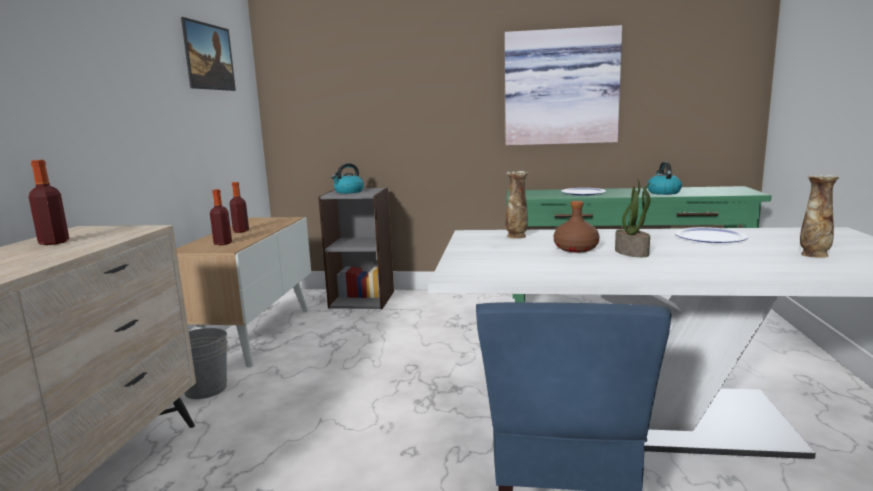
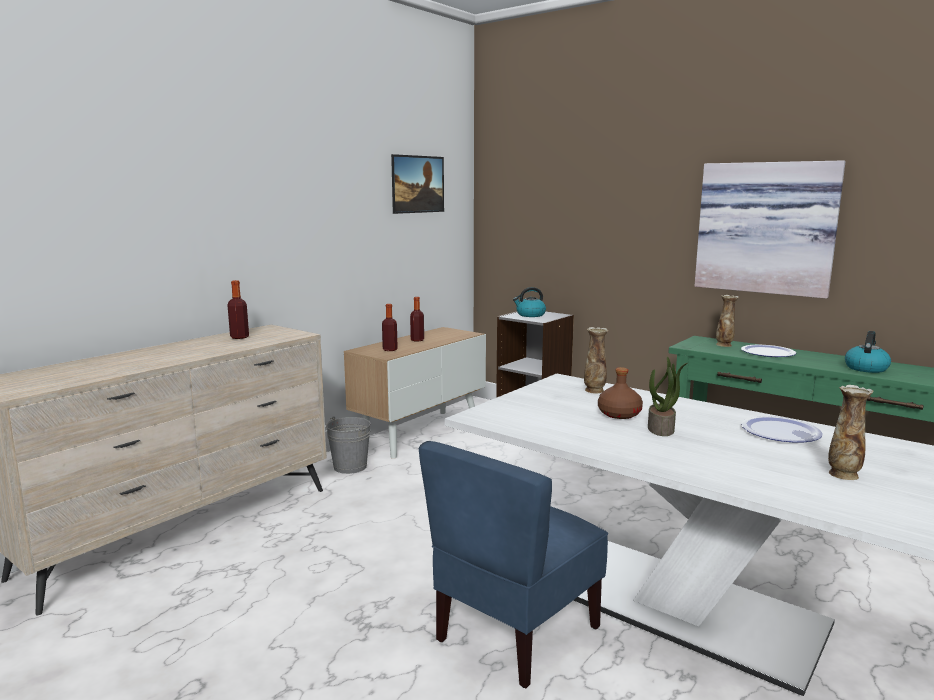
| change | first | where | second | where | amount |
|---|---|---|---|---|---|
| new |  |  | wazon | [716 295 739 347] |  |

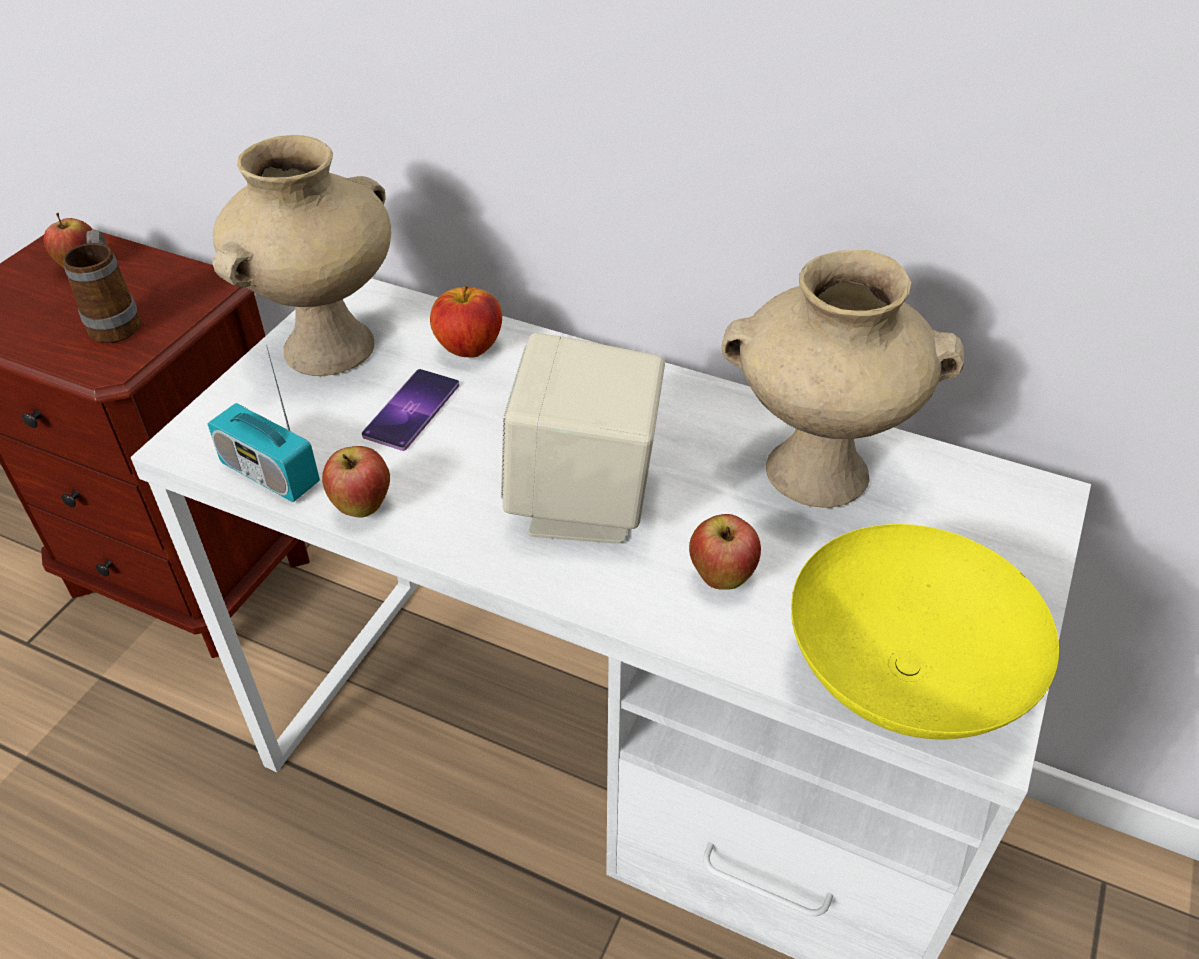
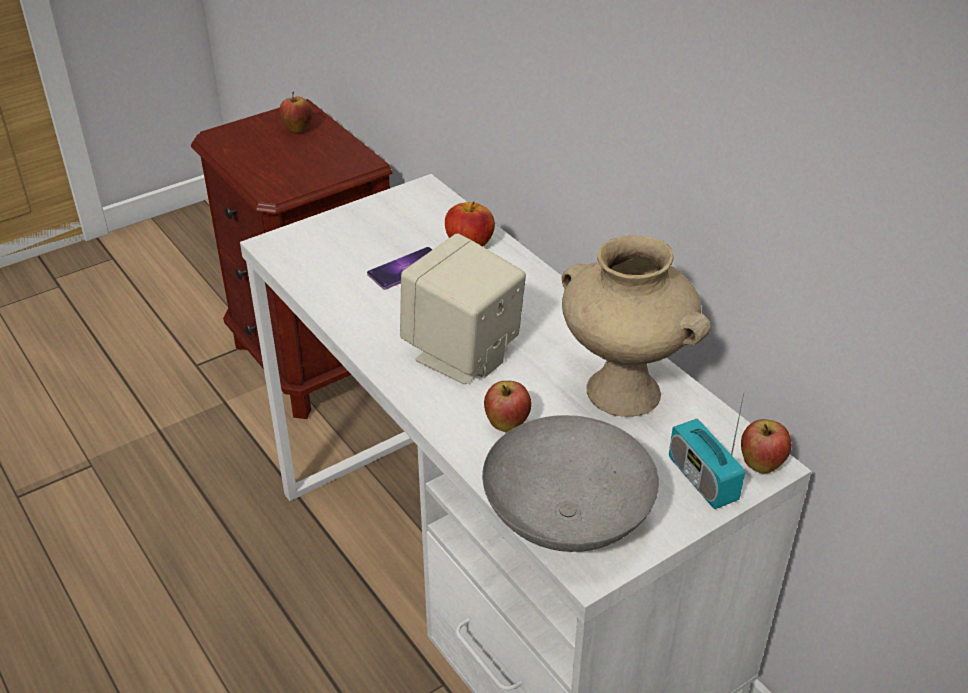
| change | first | where | second | where | amount |
|---|---|---|---|---|---|
| repainted | miska [żółty] | [791 524 1059 739] | miska [szary] | [482 415 659 552] |  |
| shifted | radio | [208 345 320 502] |  | [669 394 745 509] |  |
| shifted | jabłko | [322 446 390 518] |  | [741 419 792 473] |  |
| gone | kubek | [63 230 141 343] |  |  |  |
| gone | wazon [beżowy] | [212 135 391 376] |  |  |  |

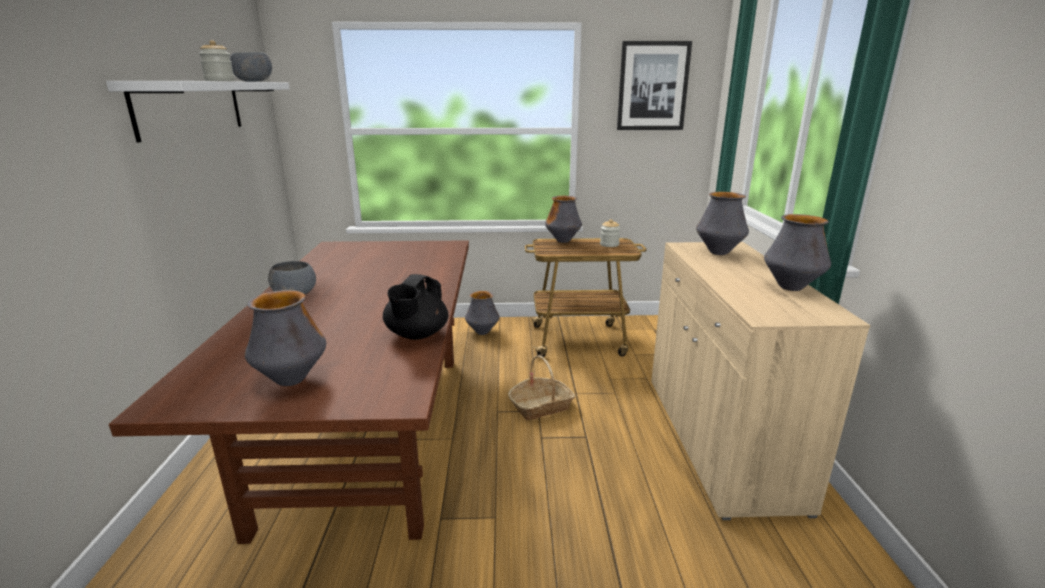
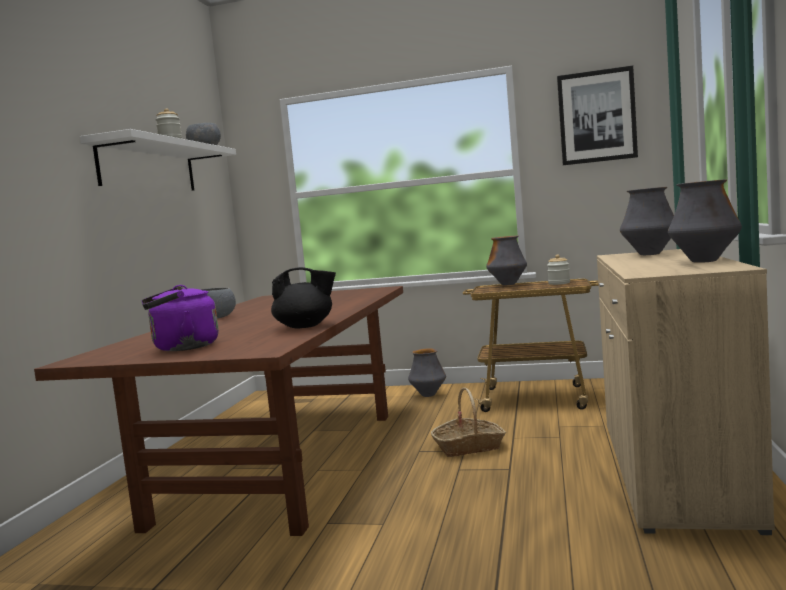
| change | first | where | second | where | amount |
|---|---|---|---|---|---|
| swapped | wazon | [245 290 326 386] | czajnik [fioletowy] | [141 285 219 351] |  |
| rotated | imbryk [czarny] | [383 274 448 340] |  | [271 267 336 329] | 120 degrees counterclockwise |

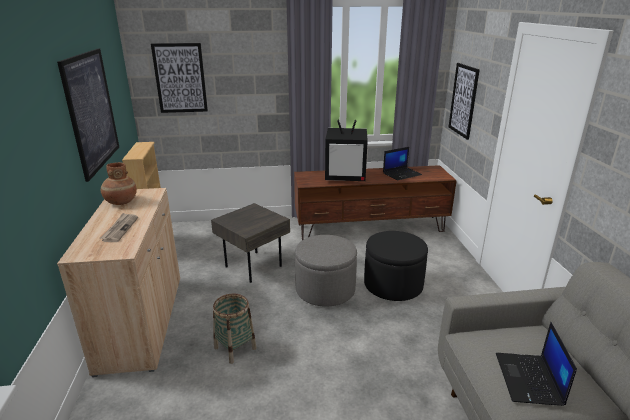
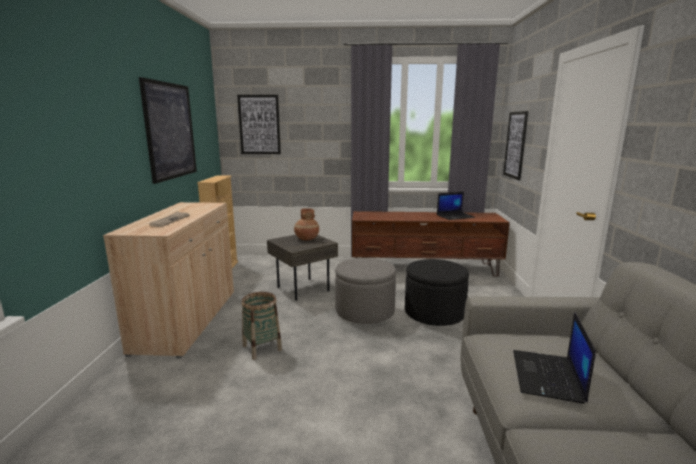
| change | first | where | second | where | amount |
|---|---|---|---|---|---|
| shifted | wazon [brązowy] | [101 162 137 205] |  | [294 208 319 240] |  |
| gone | telewizor | [325 120 368 181] |  |  |  |

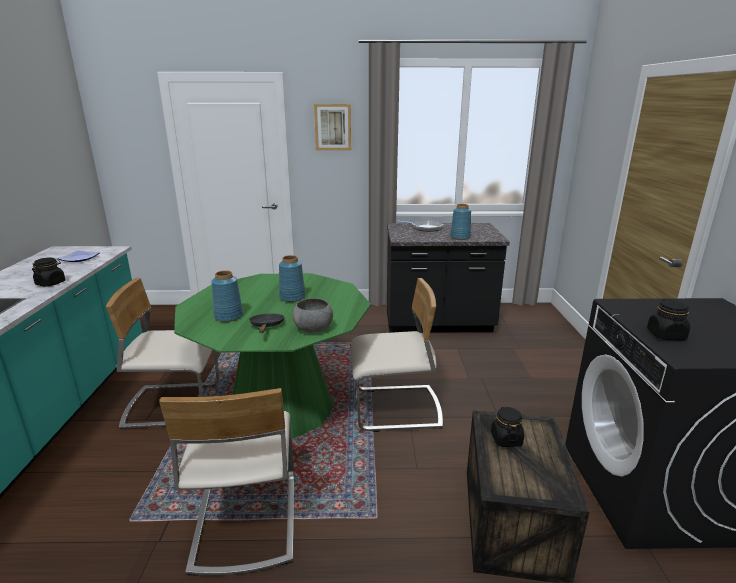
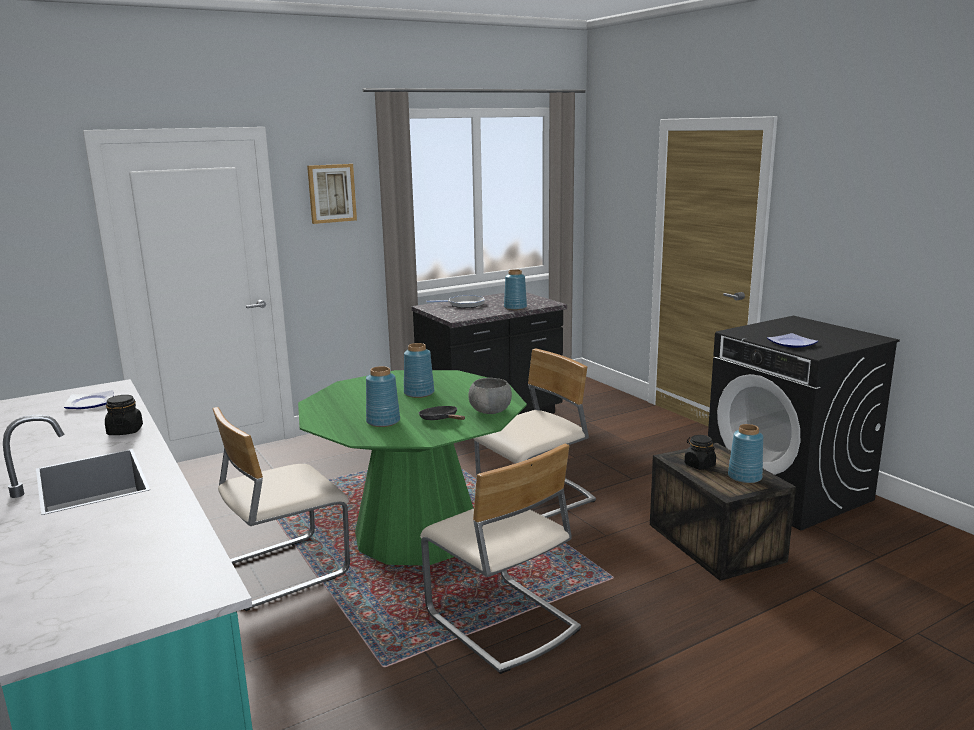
| change | first | where | second | where | amount |
|---|---|---|---|---|---|
| new |  |  | wazon [niebieski] | [728 424 763 484] |  |
| swapped | słoik [czarny] | [647 299 690 340] | talerz | [767 333 818 348] |  |

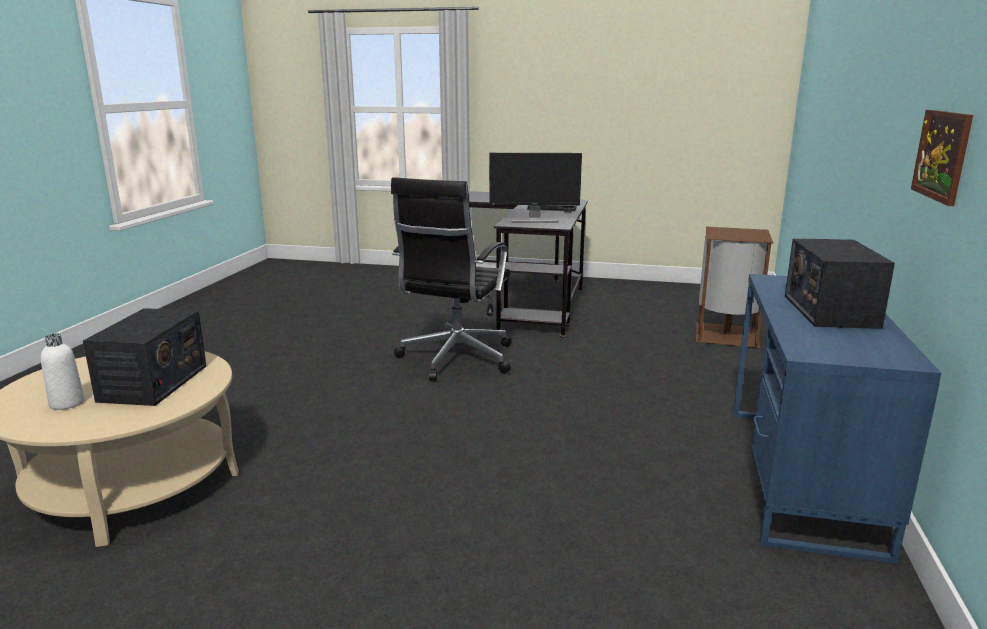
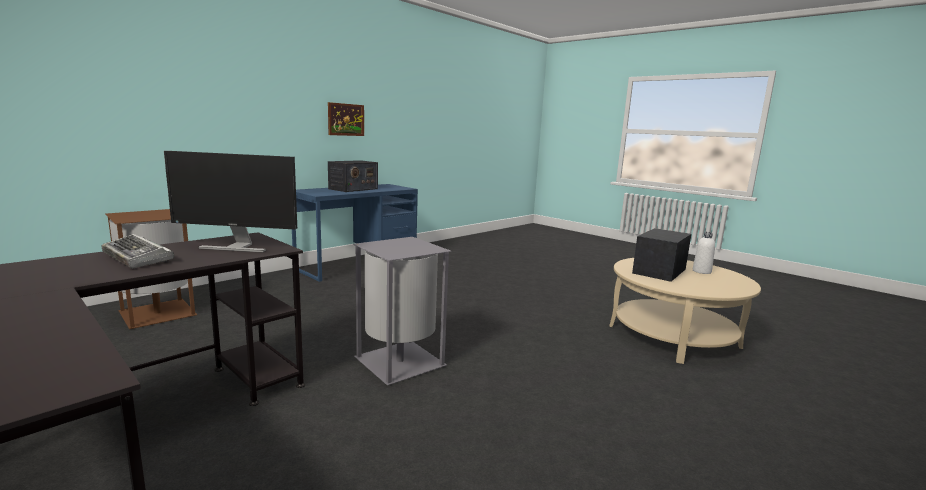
| change | first | where | second | where | amount |
|---|---|---|---|---|---|
| rotated | monitor | [489 153 582 223] |  | [164 151 297 253] | 150 degrees clockwise |
| swapped | krzesło biurowe [czarny] | [391 177 512 381] | kosz na śmieci [szary] | [353 237 452 386] |  |

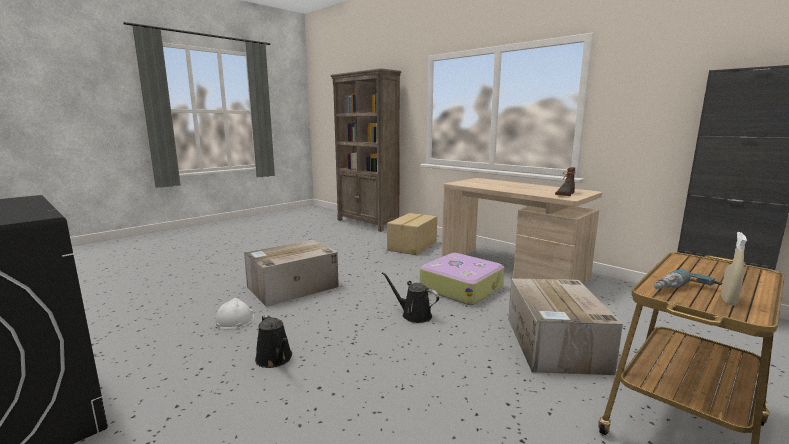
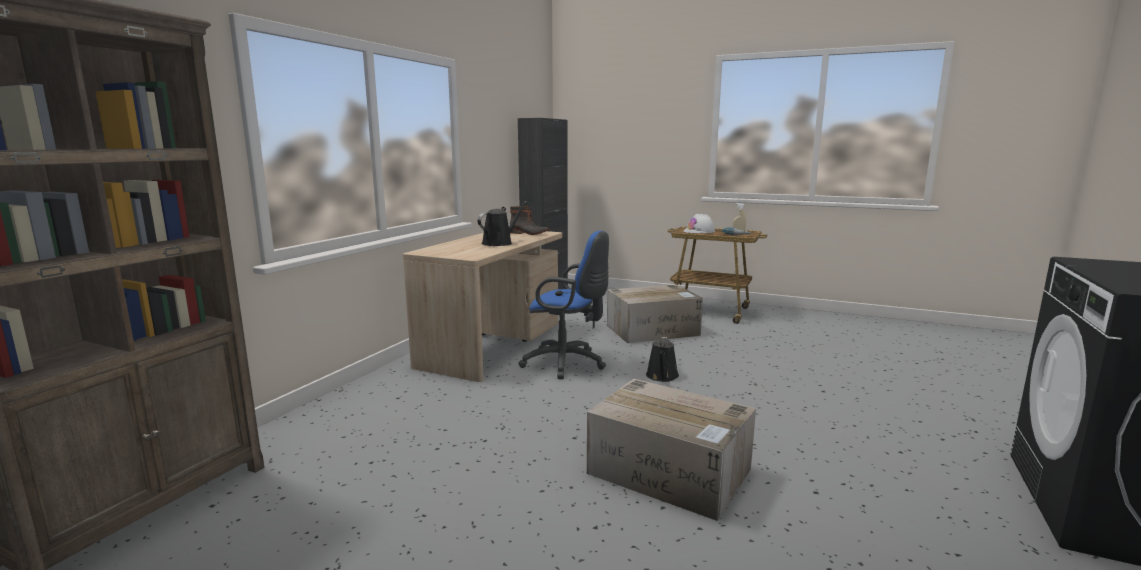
| change | first | where | second | where | amount |
|---|---|---|---|---|---|
| shifted | konewka [czarny] | [255 314 292 368] |  | [478 201 527 246] |  |
| swapped | walizka | [420 253 504 305] | krzesło biurowe [niebieski] | [519 231 609 379] |  |
| shifted | kask [biały] | [215 298 255 330] |  | [684 214 715 233] |  |
| gone | karton | [387 213 437 255] |  |  |  |

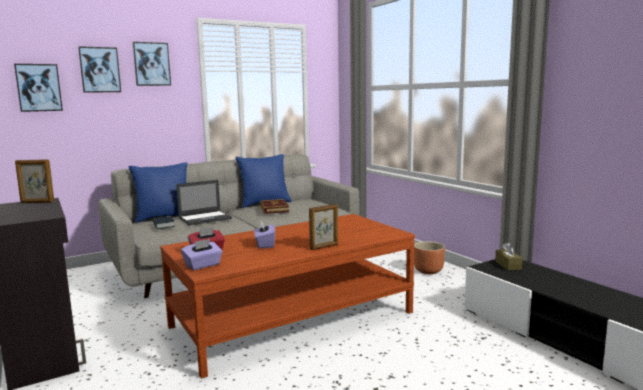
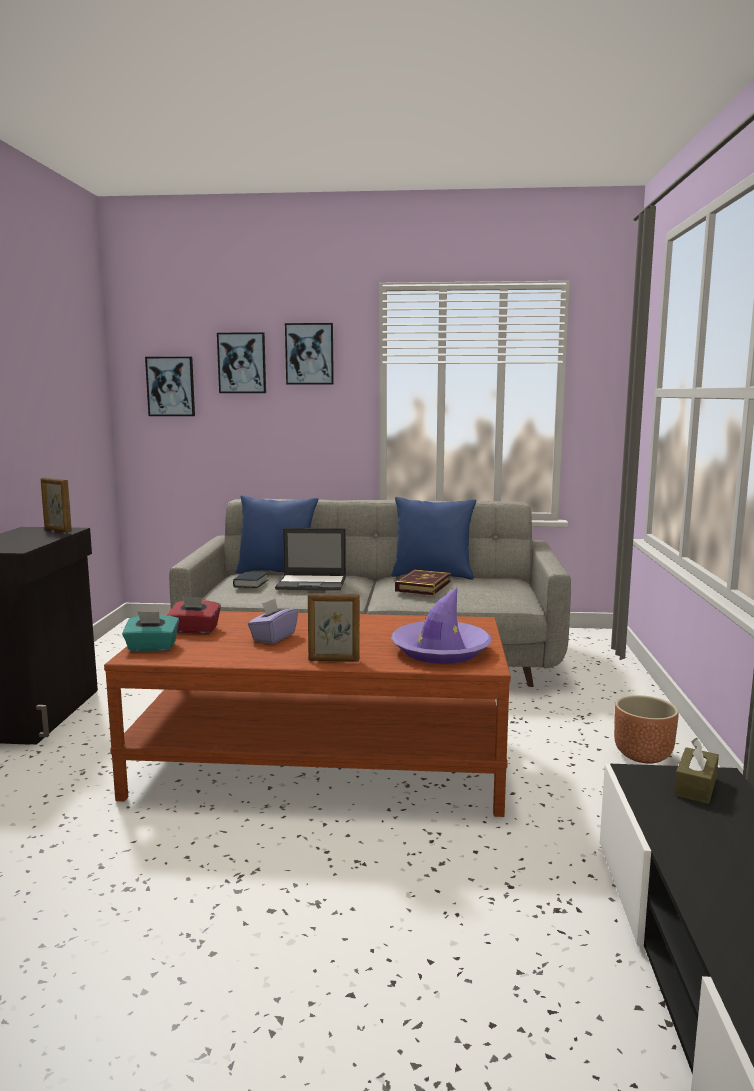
| change | first | where | second | where | amount |
|---|---|---|---|---|---|
| repainted | pudełko chusteczek [fioletowy] | [181 239 223 270] | pudełko chusteczek [turkusowy] | [122 611 179 651] |  |
| new |  |  | kapelusz [fioletowy] | [391 588 492 664] |  |

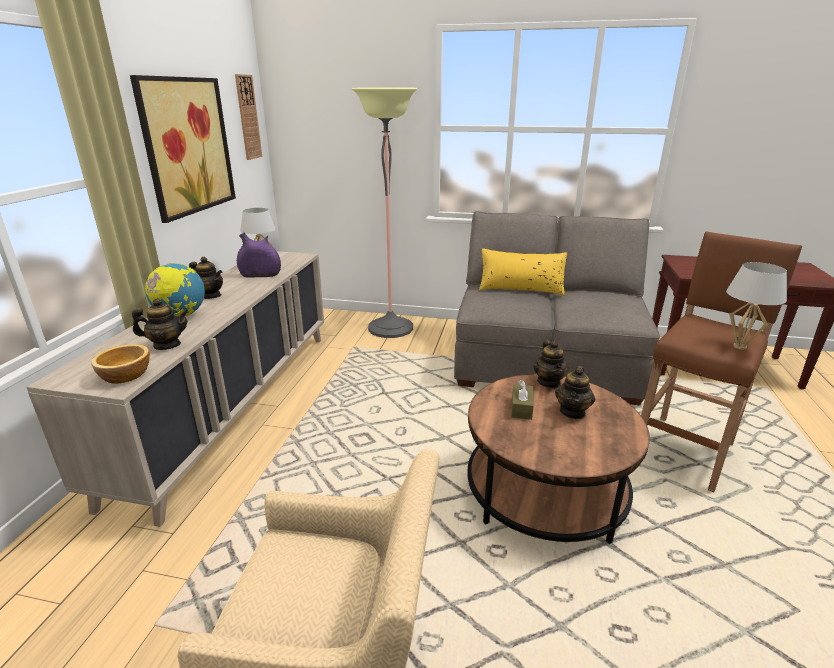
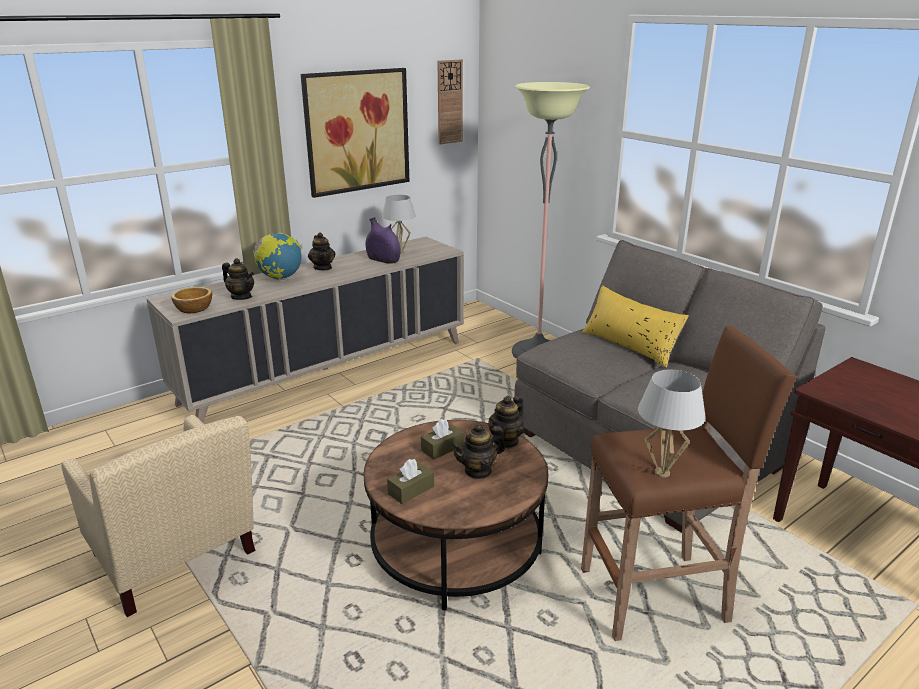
| change | first | where | second | where | amount |
|---|---|---|---|---|---|
| new |  |  | pudełko chusteczek [brązowy] | [387 459 434 504] |  |

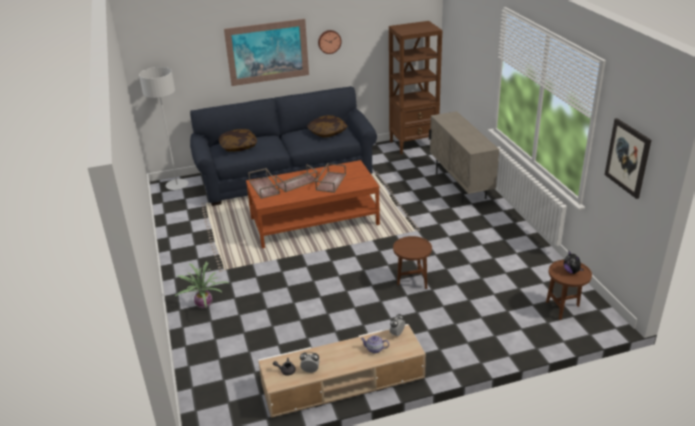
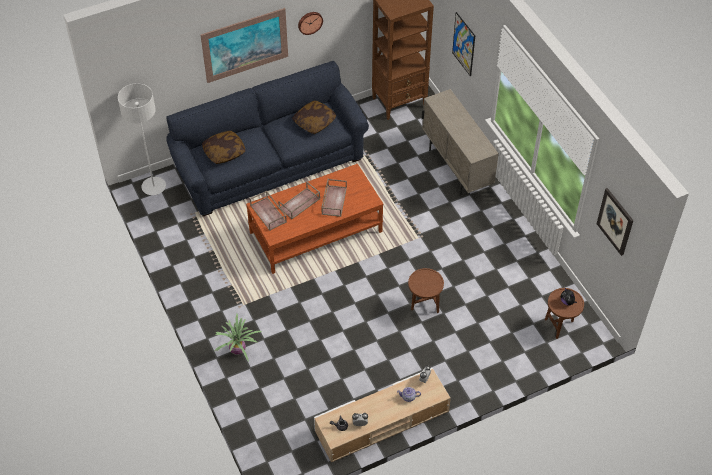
| change | first | where | second | where | amount |
|---|---|---|---|---|---|
| new |  |  | obraz | [452 12 475 76] |  |

